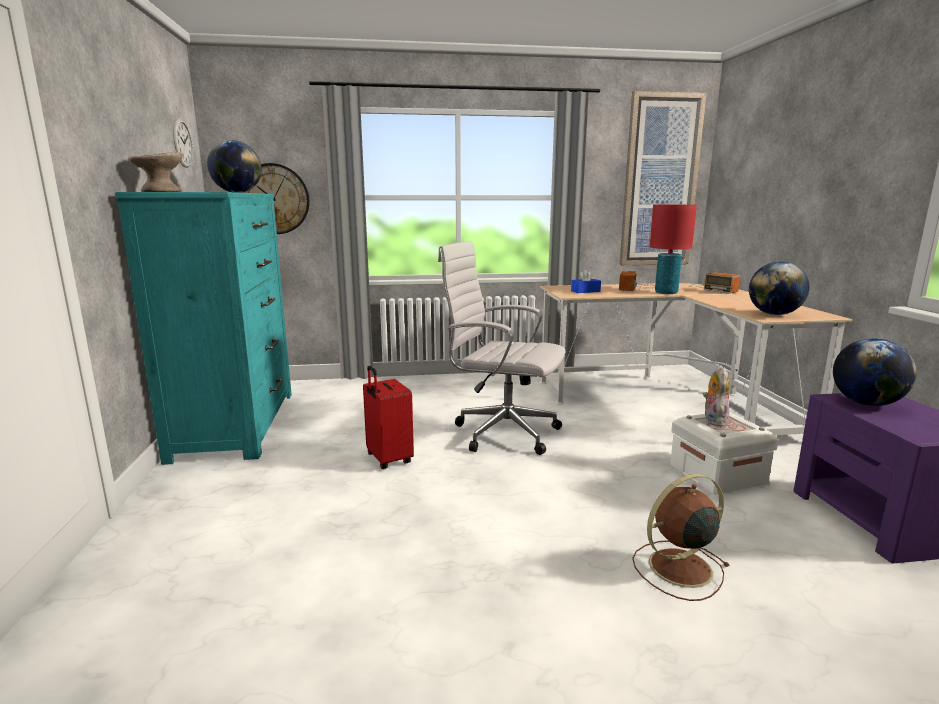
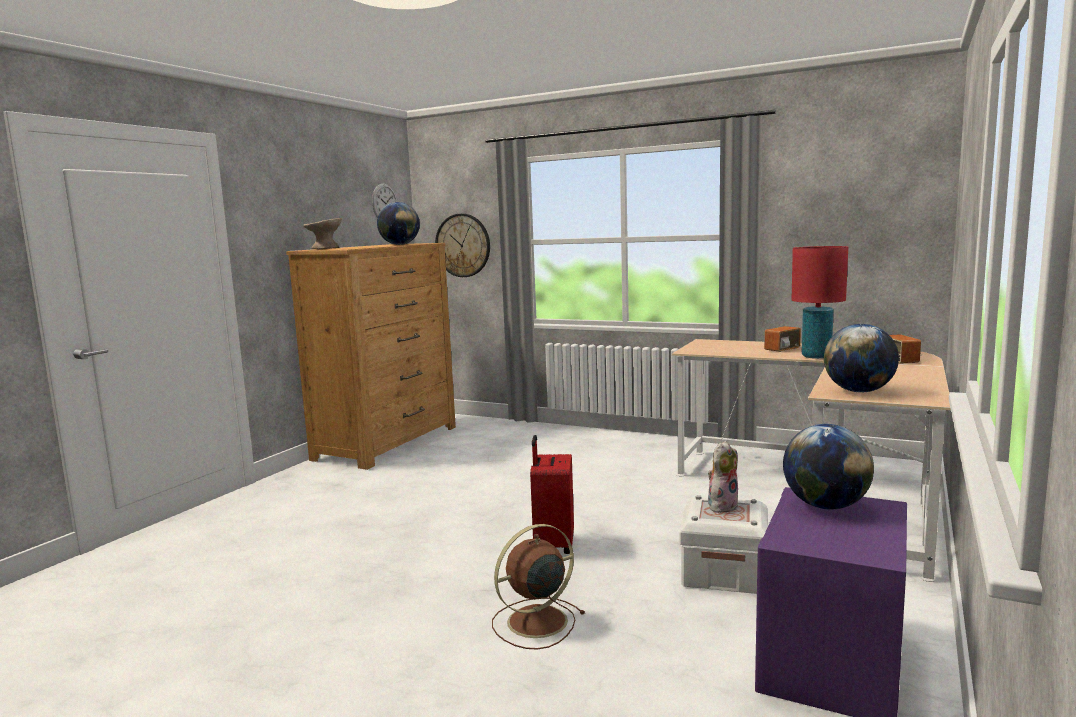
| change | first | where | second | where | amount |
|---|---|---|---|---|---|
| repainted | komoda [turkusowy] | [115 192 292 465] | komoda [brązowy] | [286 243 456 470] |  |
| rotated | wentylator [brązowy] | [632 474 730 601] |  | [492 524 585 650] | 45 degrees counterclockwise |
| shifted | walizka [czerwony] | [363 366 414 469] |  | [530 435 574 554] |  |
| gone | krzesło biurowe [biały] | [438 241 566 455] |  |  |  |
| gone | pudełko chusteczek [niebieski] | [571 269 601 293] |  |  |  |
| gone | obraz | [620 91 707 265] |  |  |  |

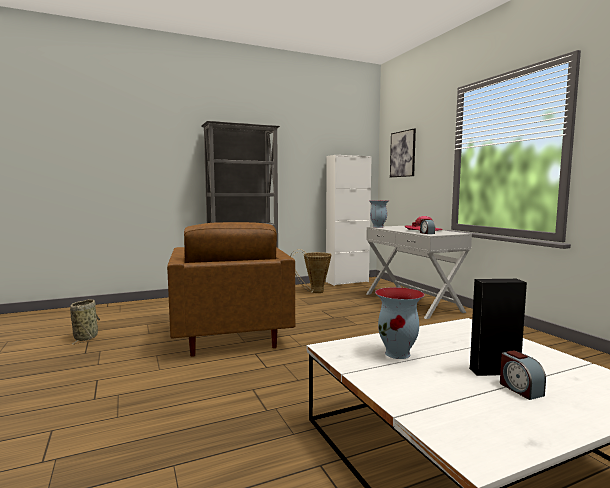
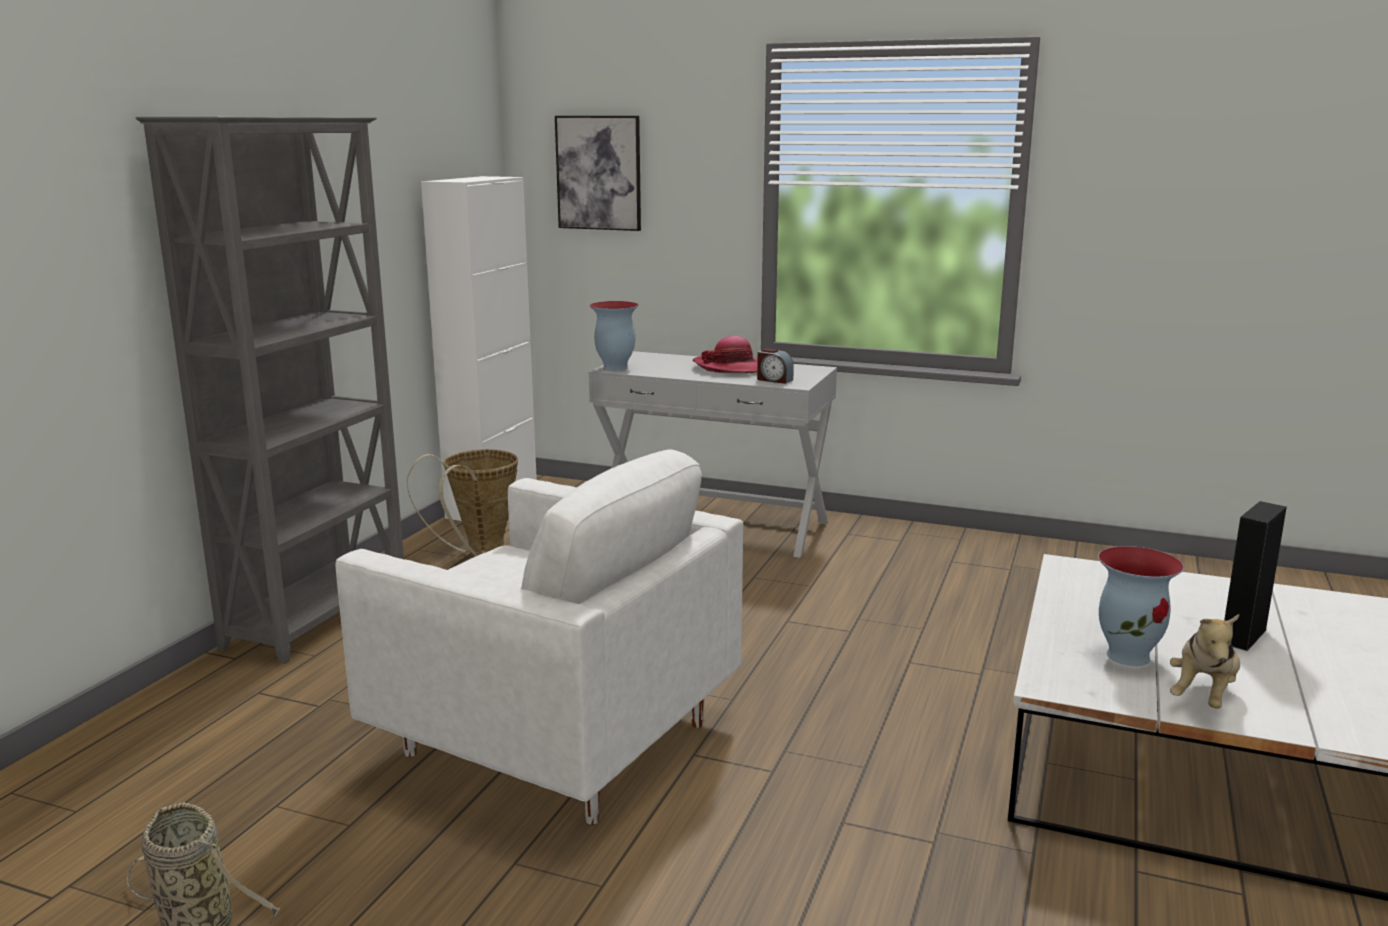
| change | first | where | second | where | amount |
|---|---|---|---|---|---|
| repainted | fotel [brązowy] | [167 222 295 357] | fotel [biały] | [336 449 743 825] |  |
| new |  |  | pluszak | [1170 614 1240 709] |  |
| gone | budzik | [500 350 546 400] |  |  |  |

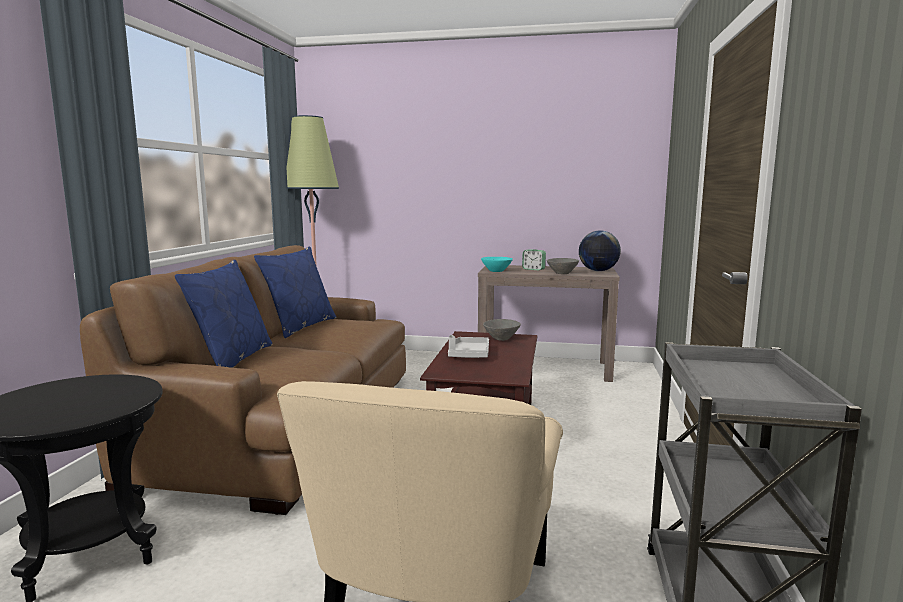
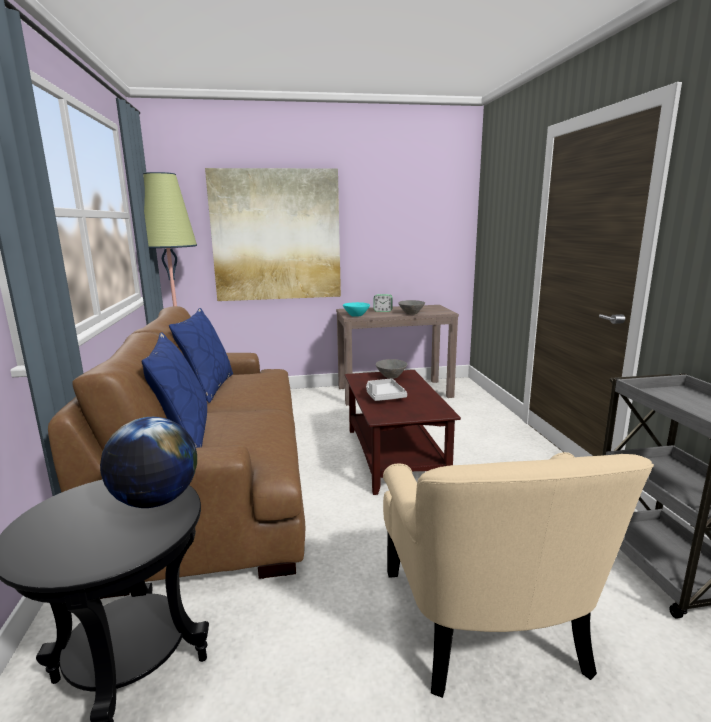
| change | first | where | second | where | amount |
|---|---|---|---|---|---|
| shifted | globus | [579 230 621 271] |  | [100 417 197 508] |  |
| new |  |  | obraz | [205 168 341 301] |  |

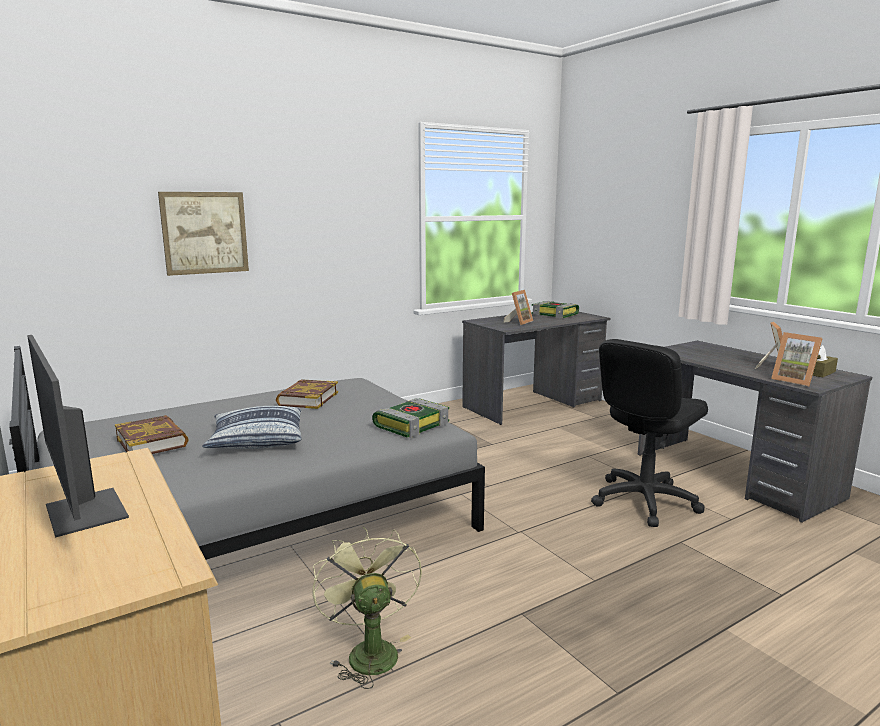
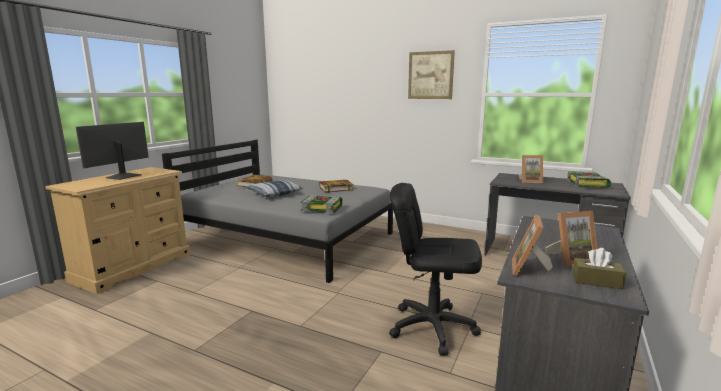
| change | first | where | second | where | amount |
|---|---|---|---|---|---|
| shifted | obraz | [158 192 249 276] |  | [408 50 455 99] |  |
| gone | wentylator [zielony] | [313 527 422 689] |  |  |  |

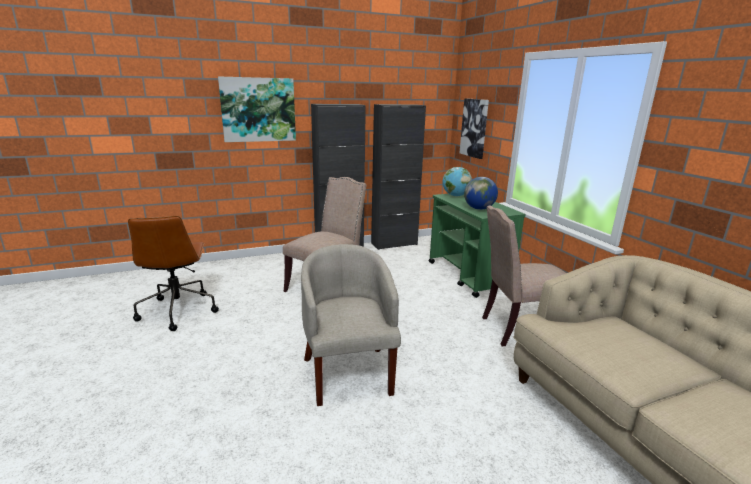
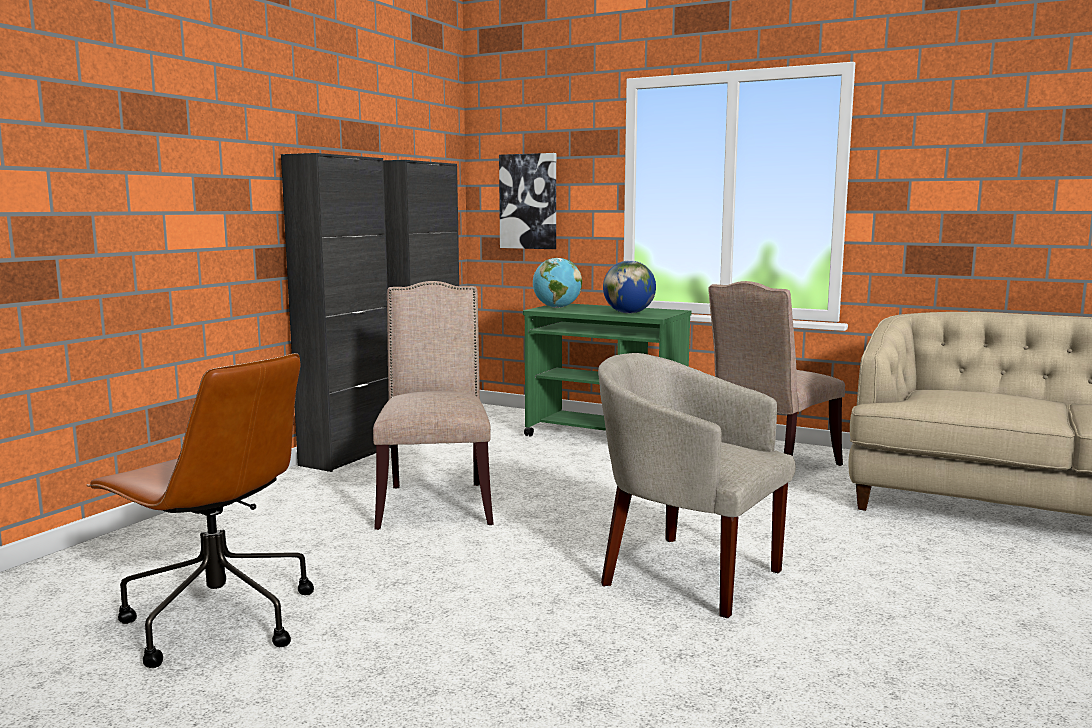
| change | first | where | second | where | amount |
|---|---|---|---|---|---|
| gone | obraz | [218 76 296 142] |  |  |  |

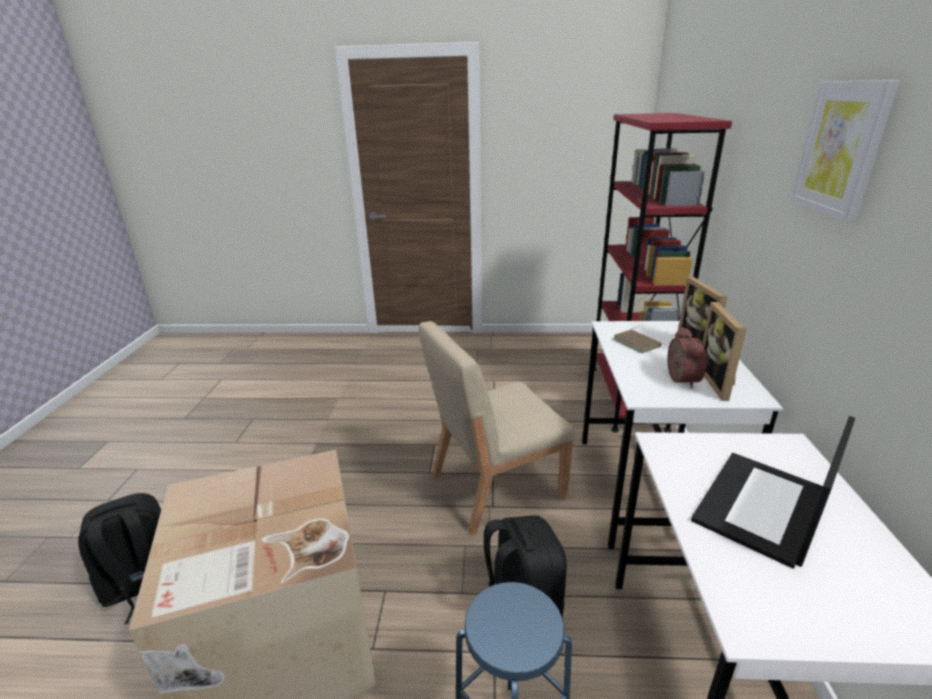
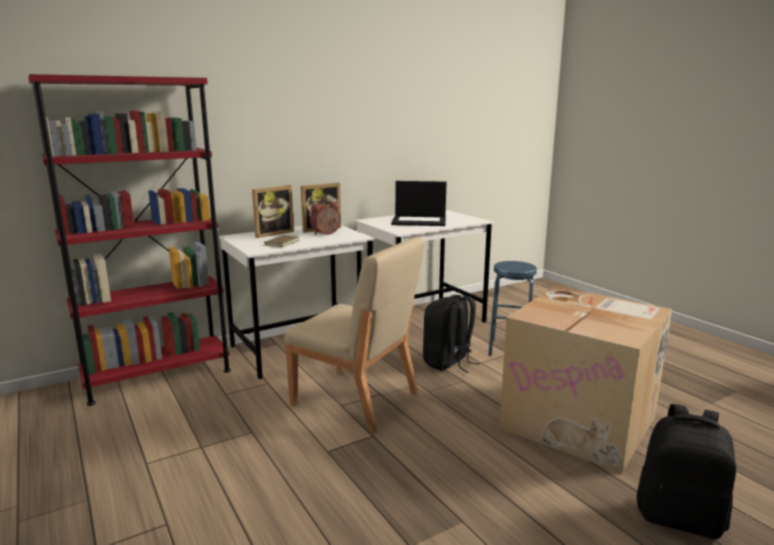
| change | first | where | second | where | amount |
|---|---|---|---|---|---|
| gone | obraz | [791 80 899 222] |  |  |  |

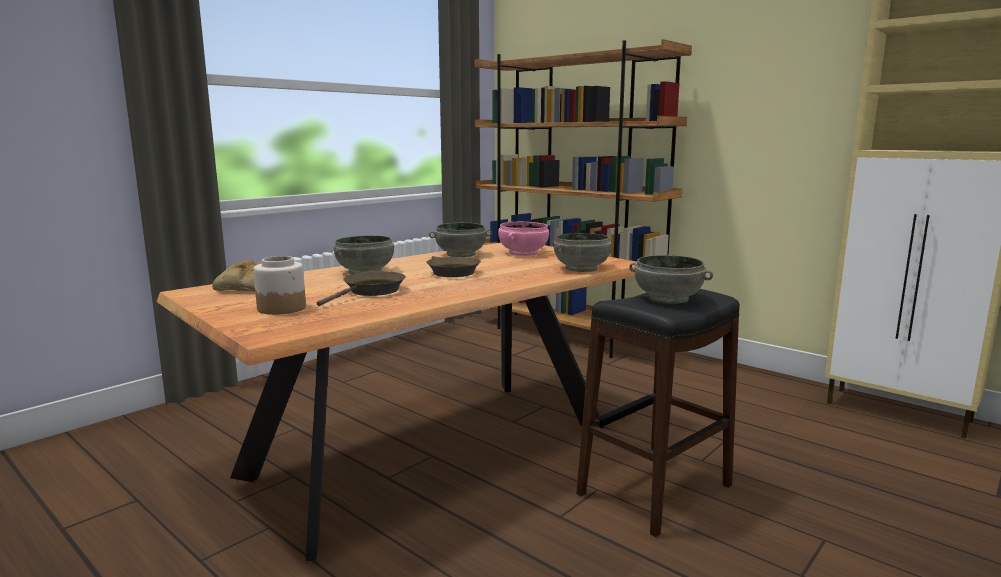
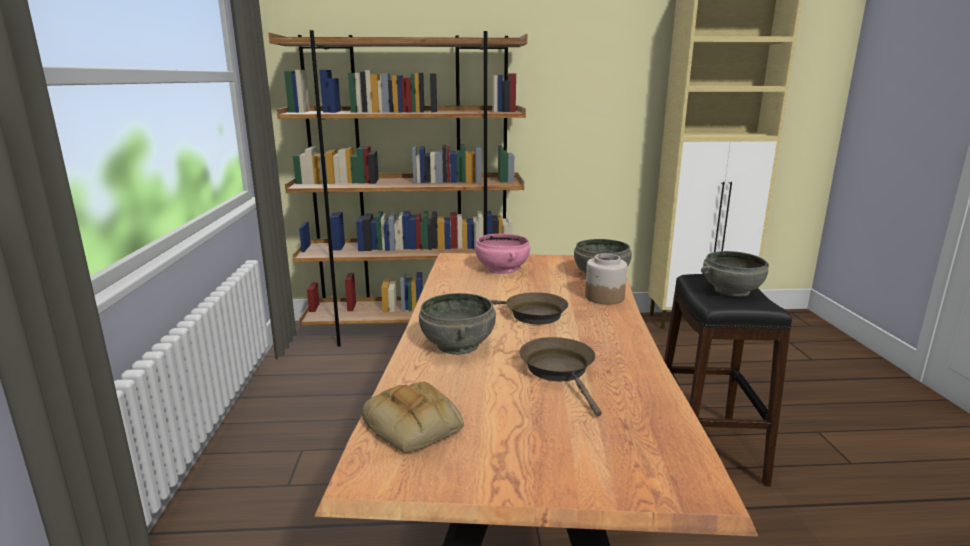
| change | first | where | second | where | amount |
|---|---|---|---|---|---|
| shifted | słoik | [253 256 306 315] |  | [585 254 627 305] |  |
| gone | miska [szary] | [429 223 492 257] |  |  |  |

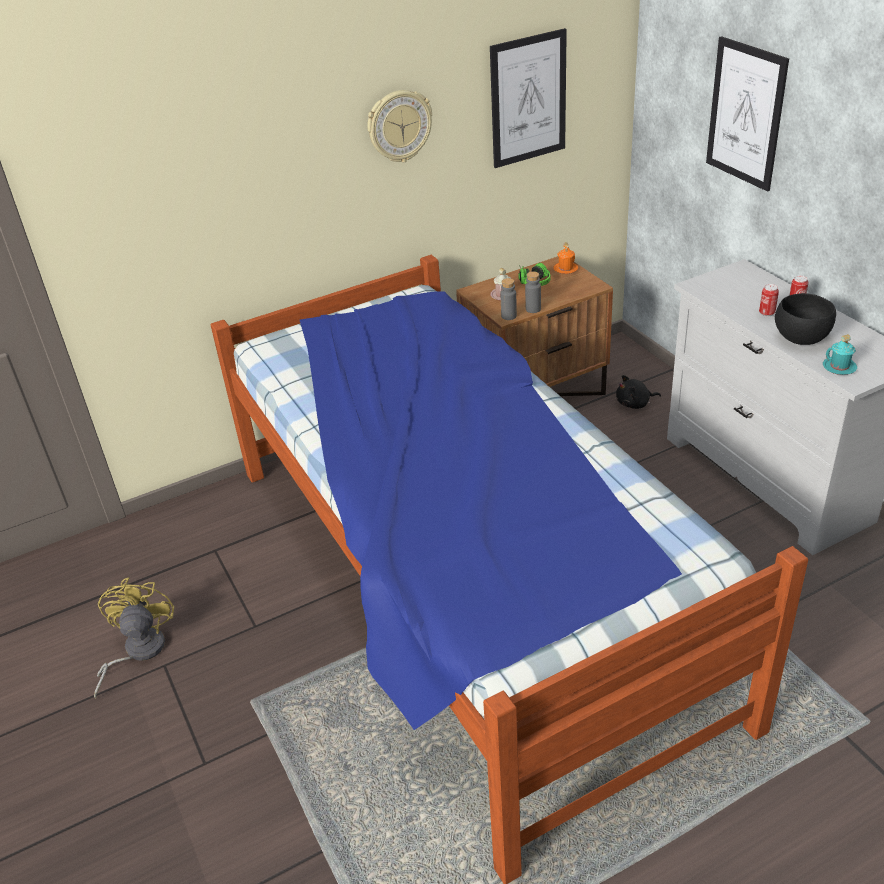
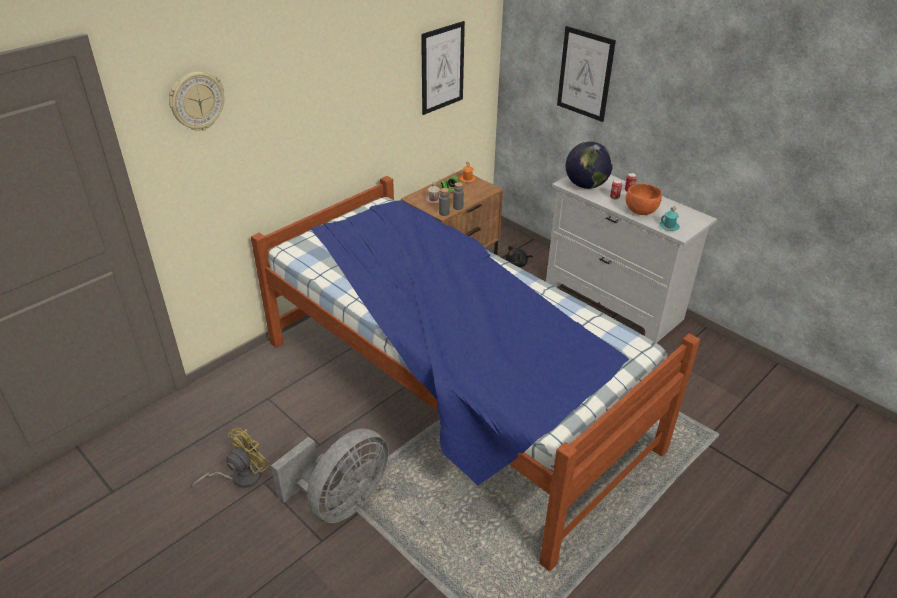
| change | first | where | second | where | amount |
|---|---|---|---|---|---|
| shifted | zegar ścienny | [367 90 432 162] |  | [169 72 224 131] |  |
| rotated | wentylator [żółty] | [94 577 174 699] |  | [191 428 271 490] | 60 degrees clockwise |
| new |  |  | wentylator [szary] | [271 428 389 523] |  |
| new |  |  | globus | [566 142 613 189] |  |
| repainted | miska [czarny] | [775 293 836 345] | miska [pomarańczowy] | [626 184 662 215] |  |

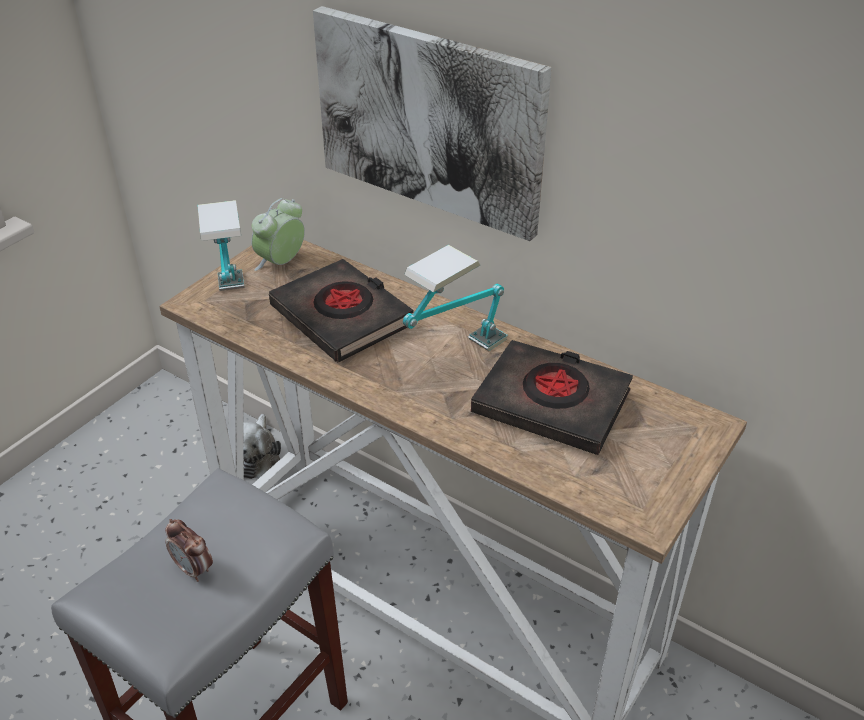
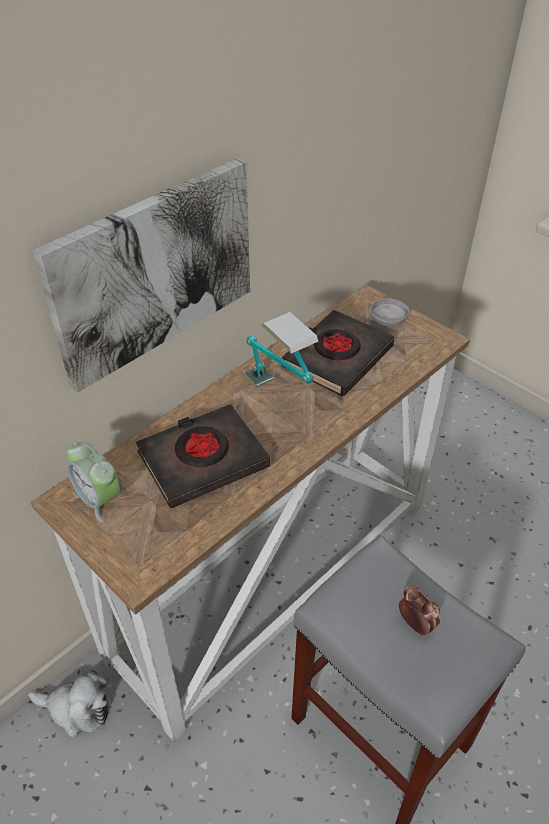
| change | first | where | second | where | amount |
|---|---|---|---|---|---|
| new |  |  | miska [szary] | [370 298 409 327] |  |
| rotated | budzik | [165 519 213 582] |  | [399 585 440 636] | 90 degrees counterclockwise |
| gone | lampa stołowa | [197 200 245 291] |  |  |  |

